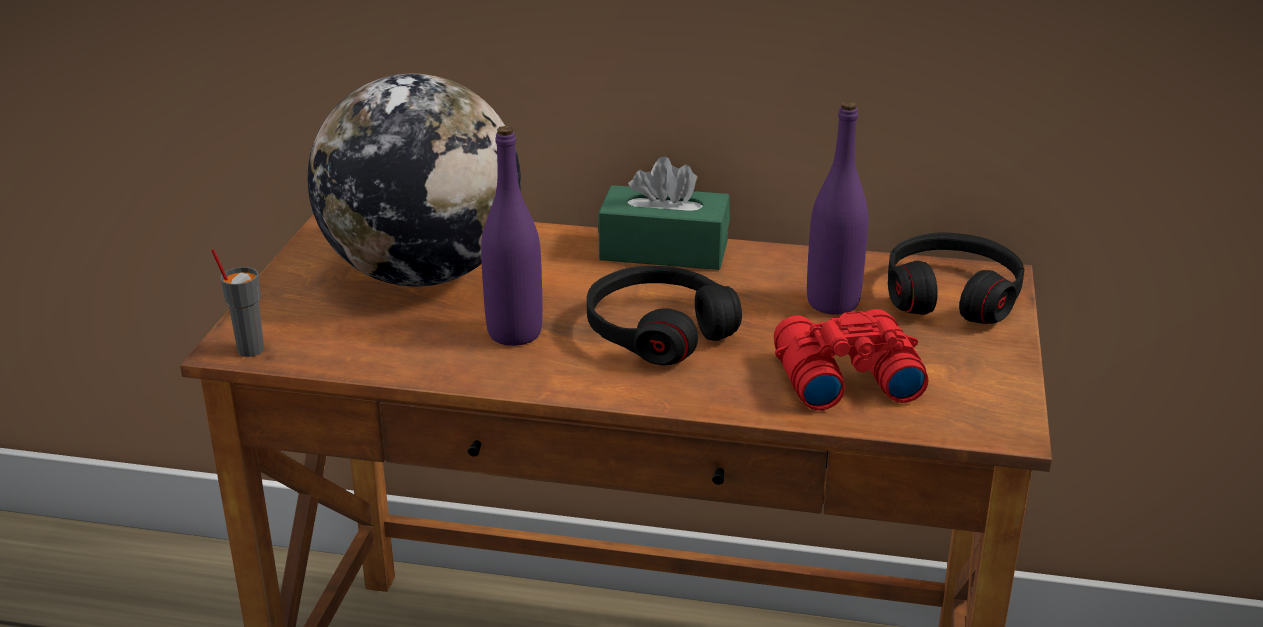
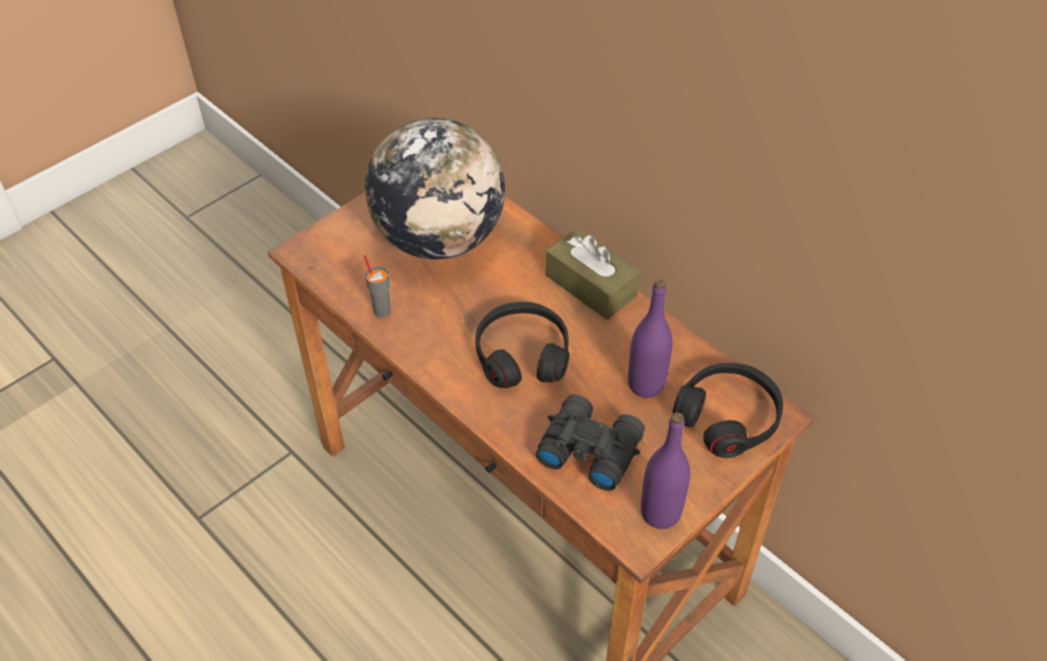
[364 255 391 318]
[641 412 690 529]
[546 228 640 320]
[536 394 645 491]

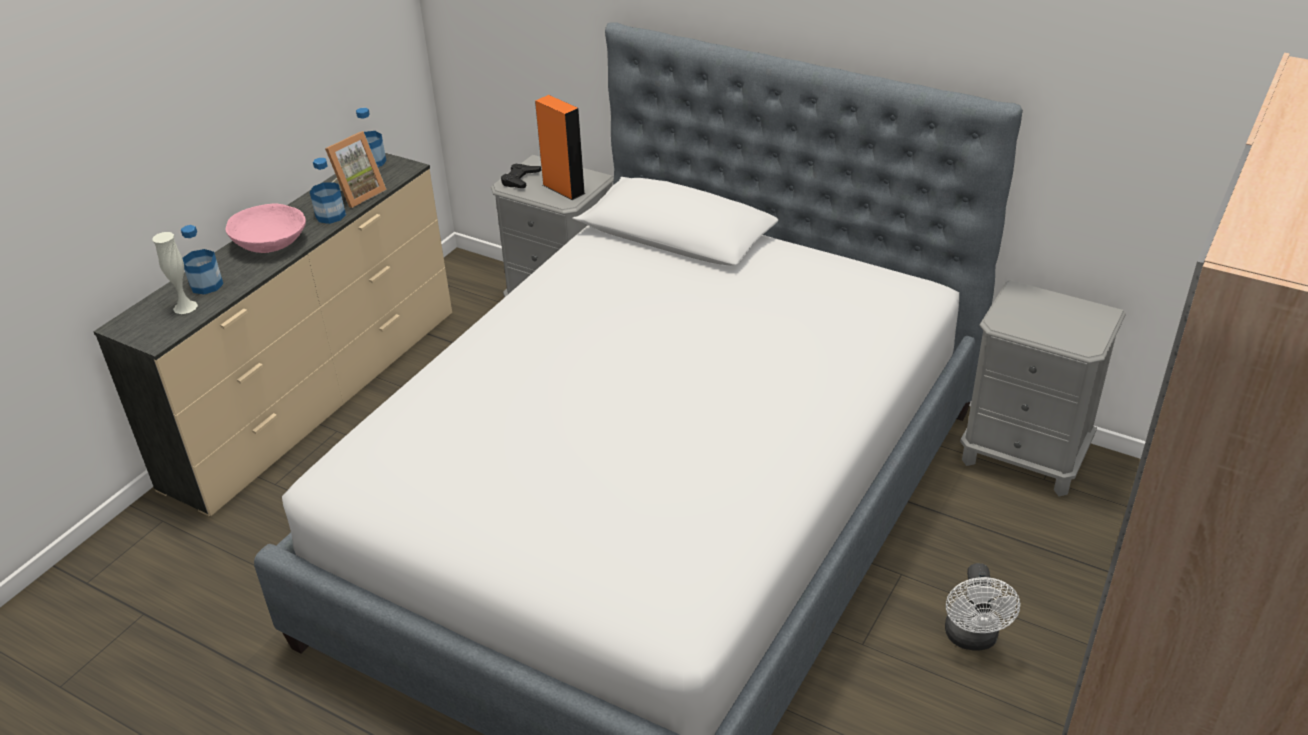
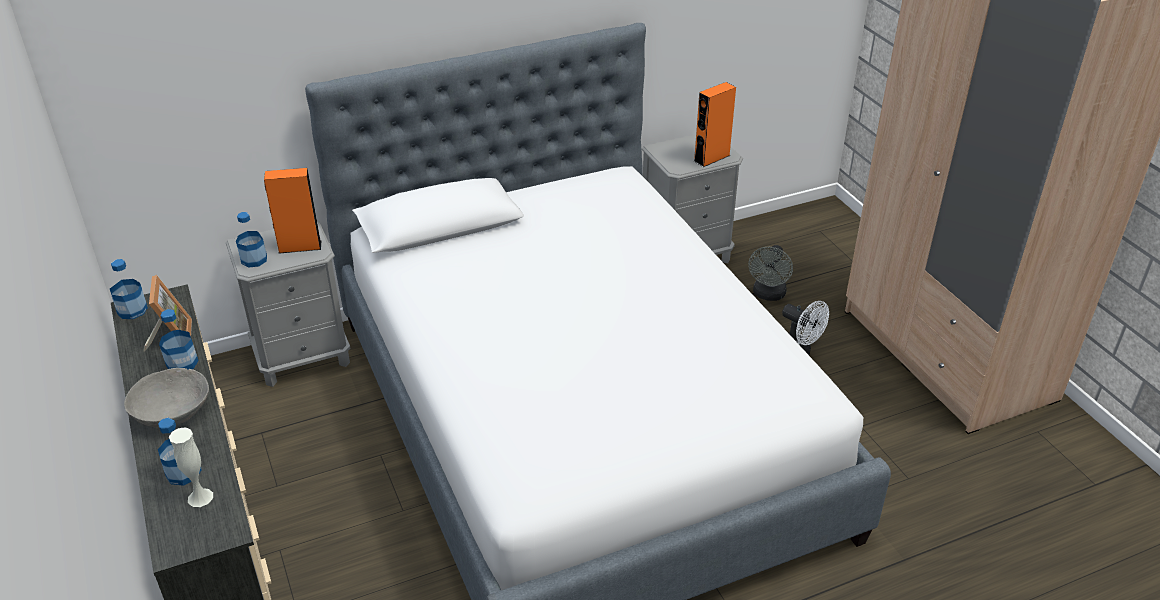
[124 368 209 428]
[236 212 267 268]
[694 82 736 167]
[749 245 793 301]

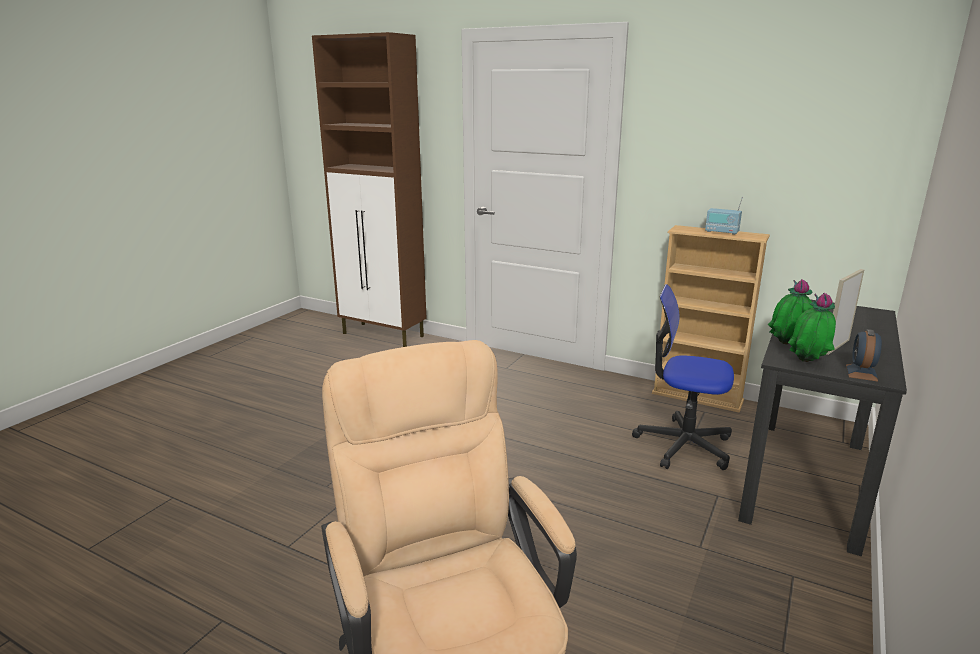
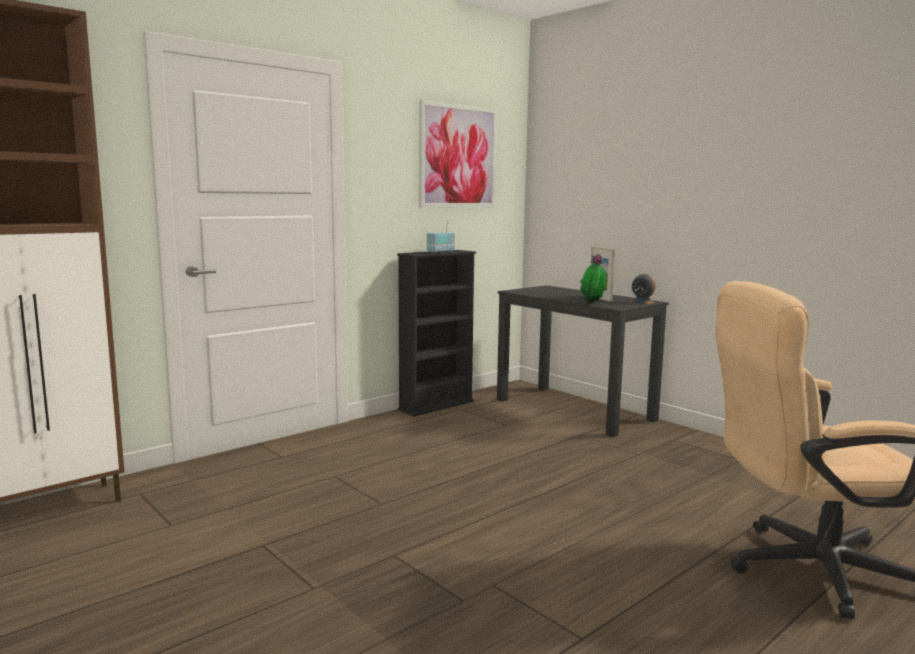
[632 284 734 470] (first image)
[397 250 476 417]
[788 293 836 362] (first image)
[419 100 497 208]

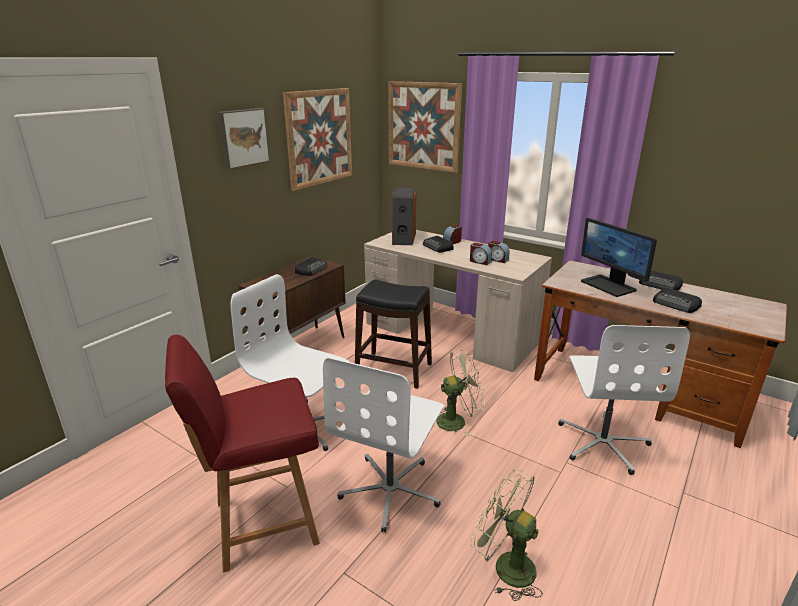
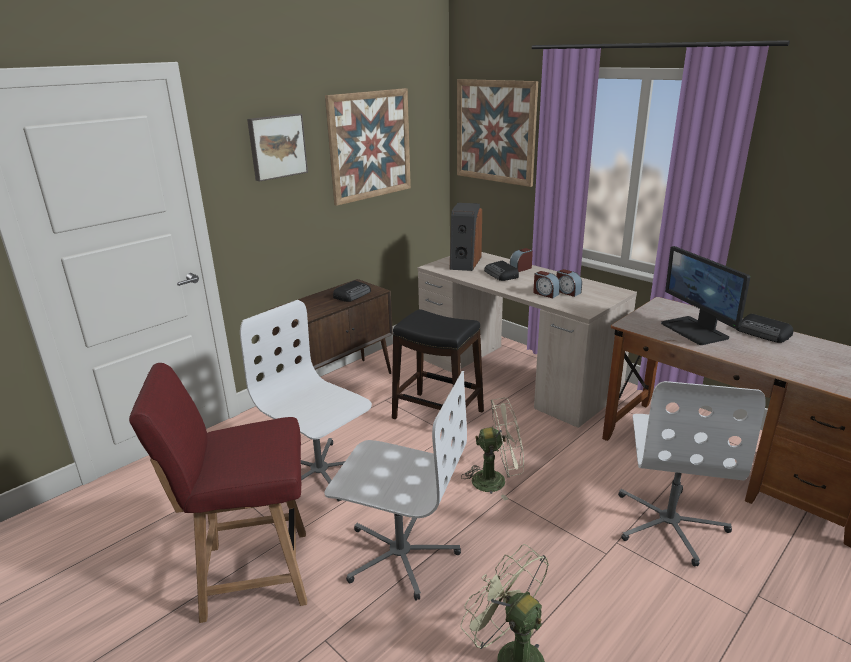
[324 371 467 601]
[653 288 702 313] (first image)

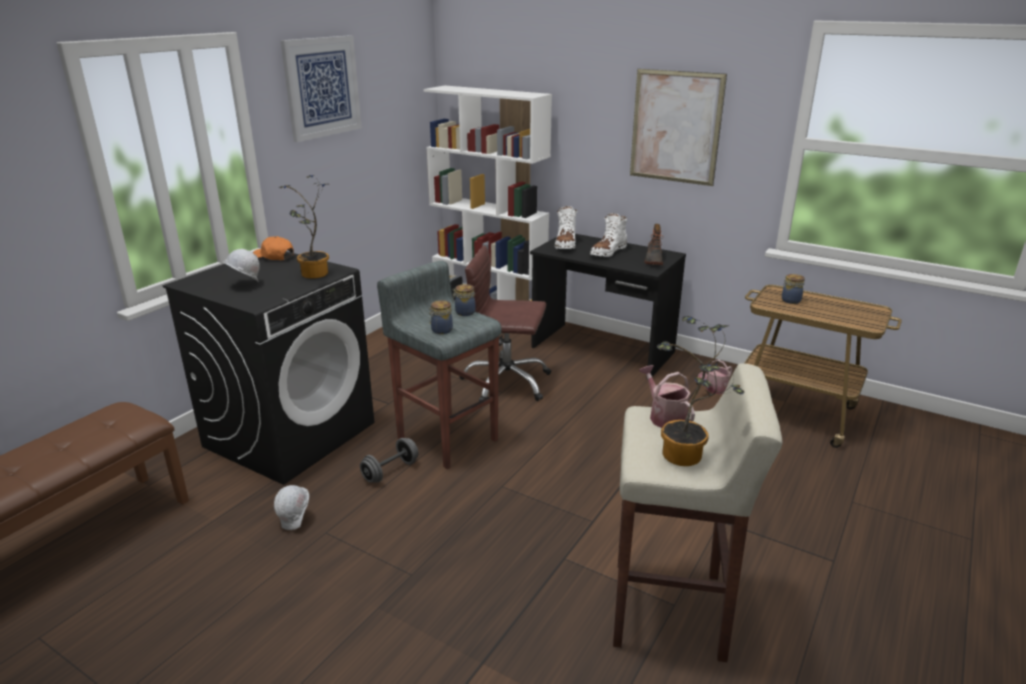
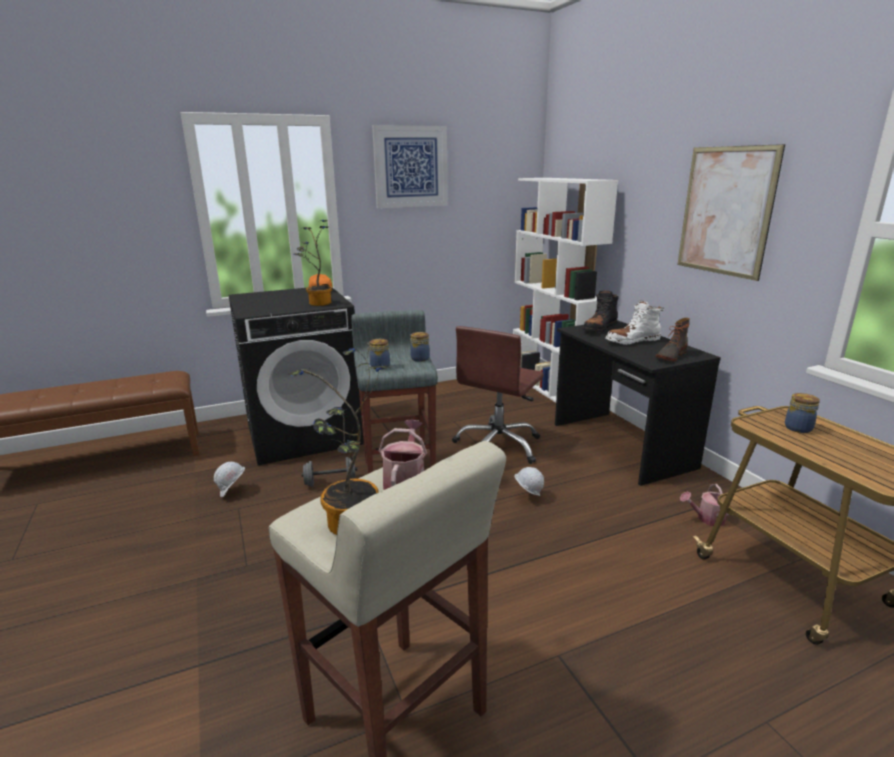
[514 467 544 496]
[452 326 544 464]
[582 290 619 332]

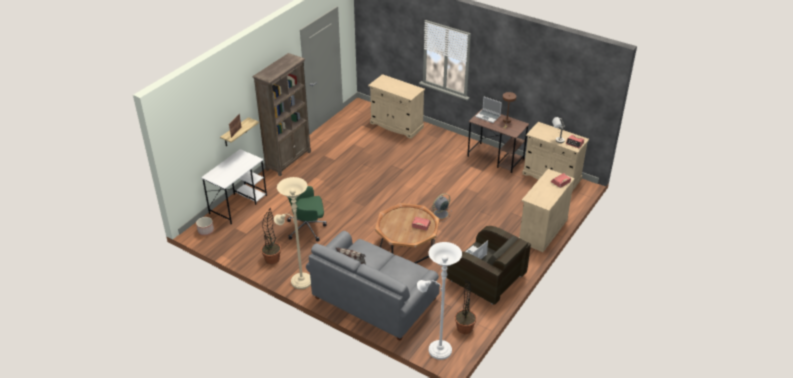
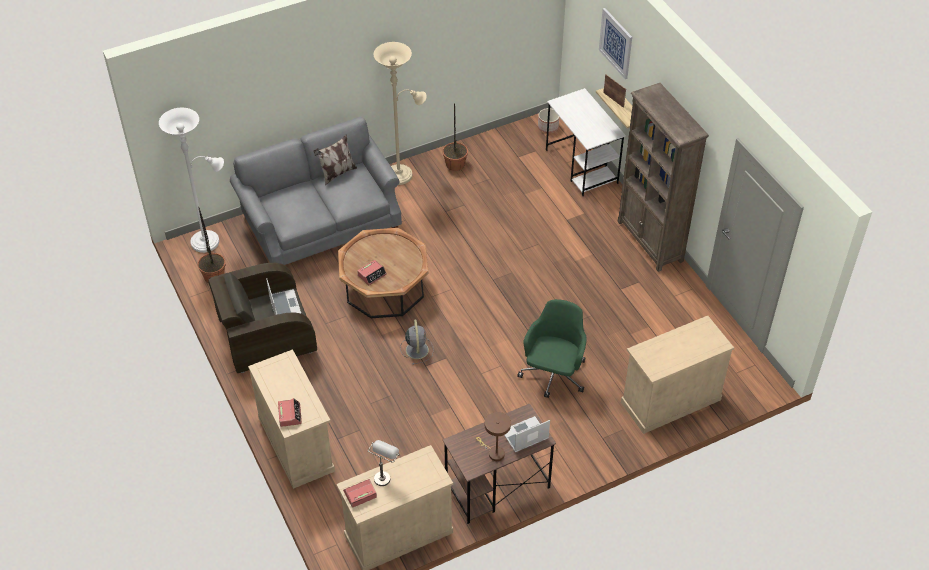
[517 299 587 398]
[599 8 632 79]

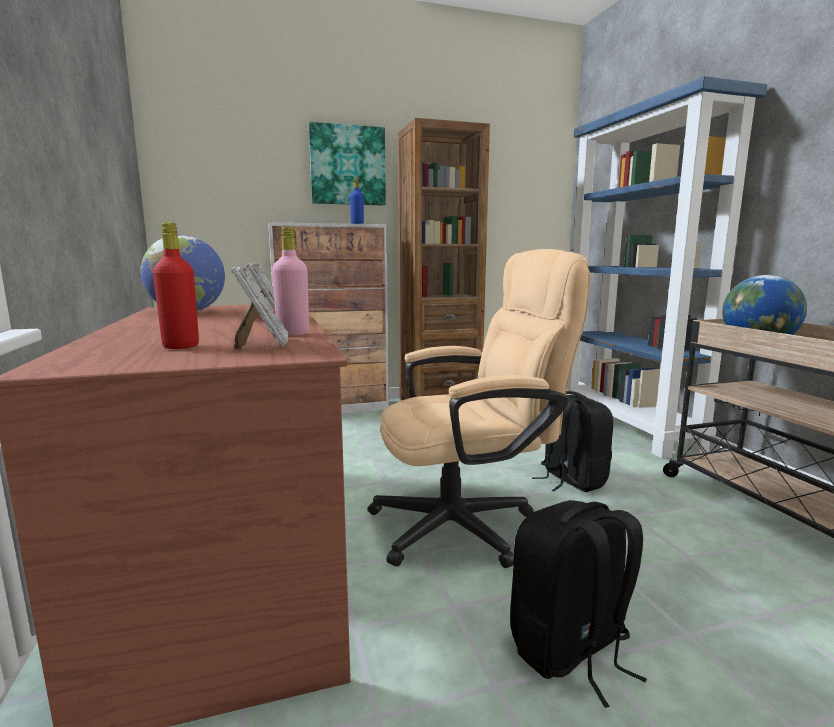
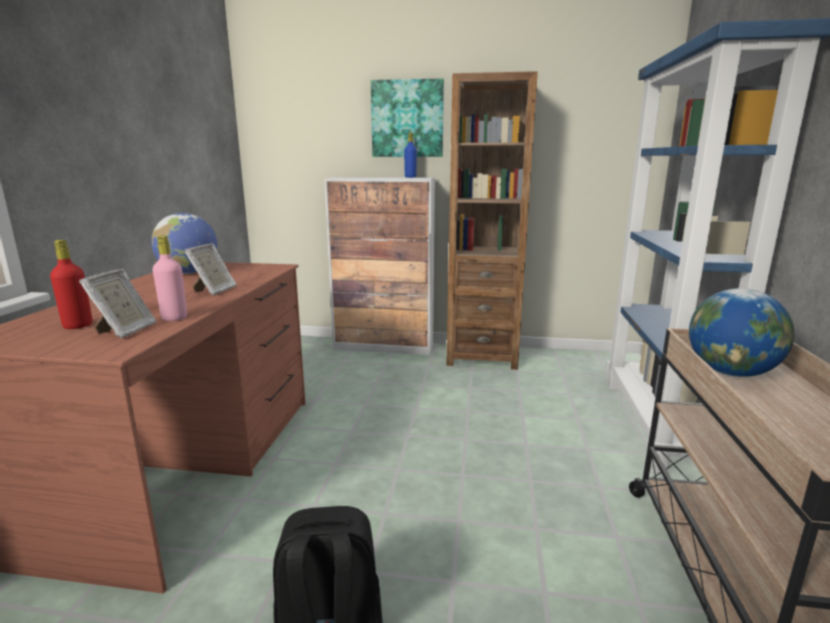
[367 249 590 568] (first image)
[532 391 613 492] (first image)

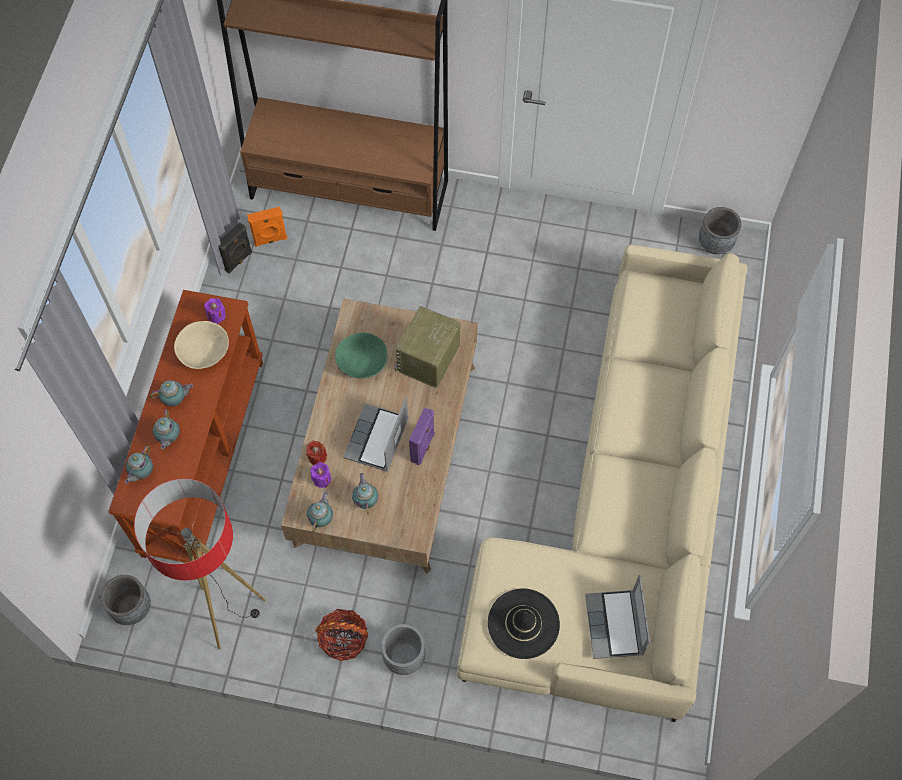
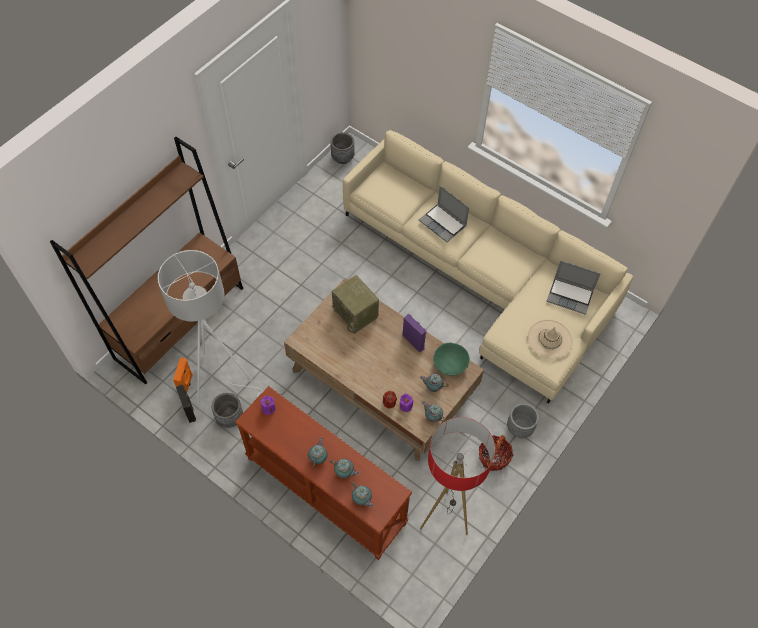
[211 393 243 428]
[174 321 229 369] (first image)
[433 343 470 376]
[419 186 469 242]
[527 319 573 359]
[158 250 263 403]

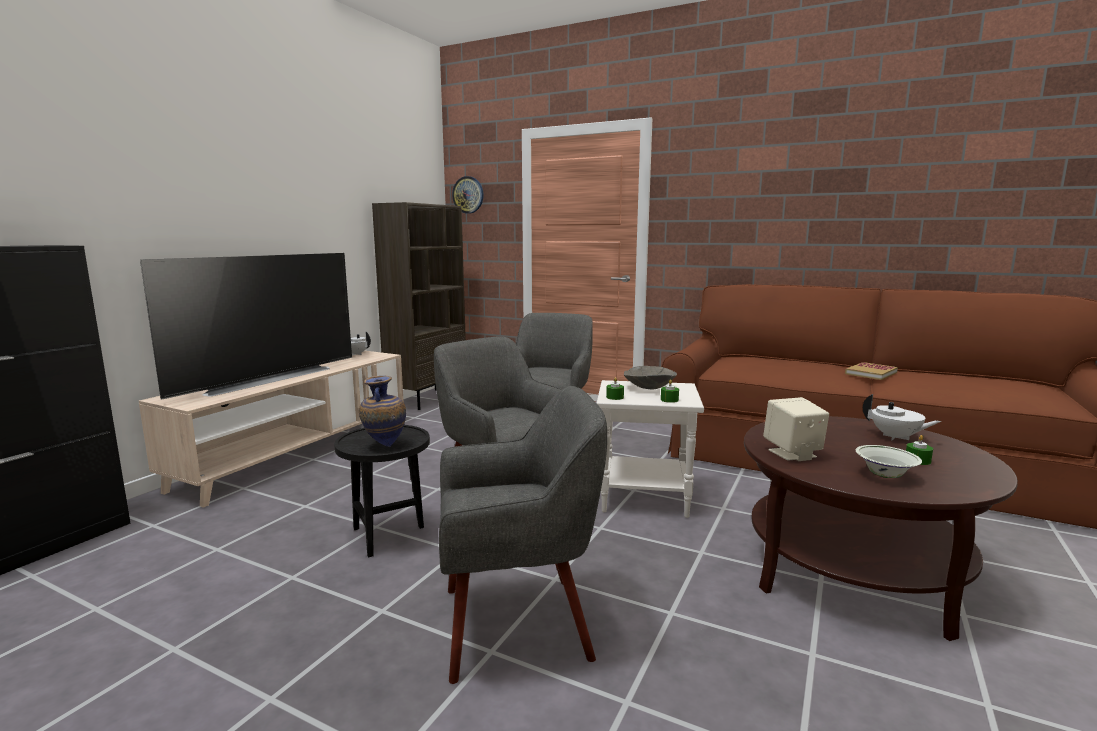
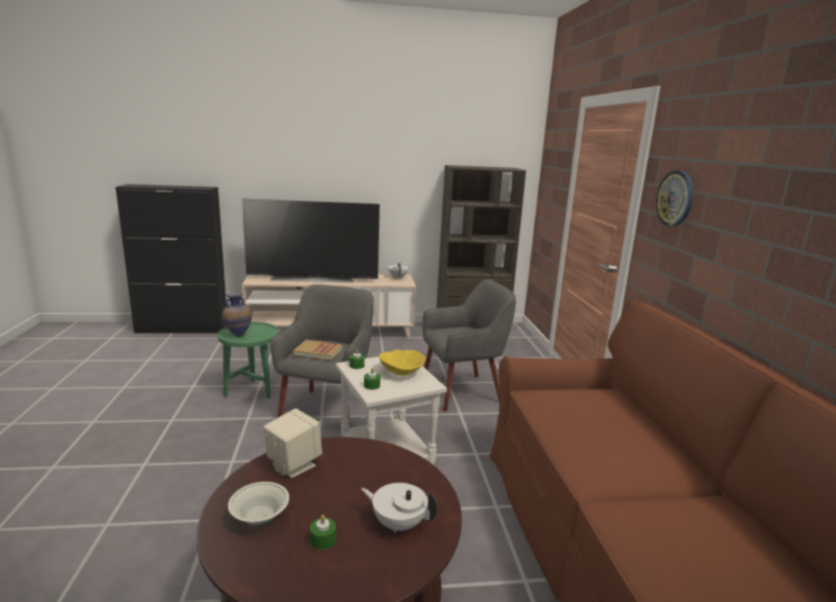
[218 322 279 399]
[439 386 607 684] (first image)
[656 170 693 226]
[379 350 425 375]
[293 340 343 361]
[361 483 438 533]

